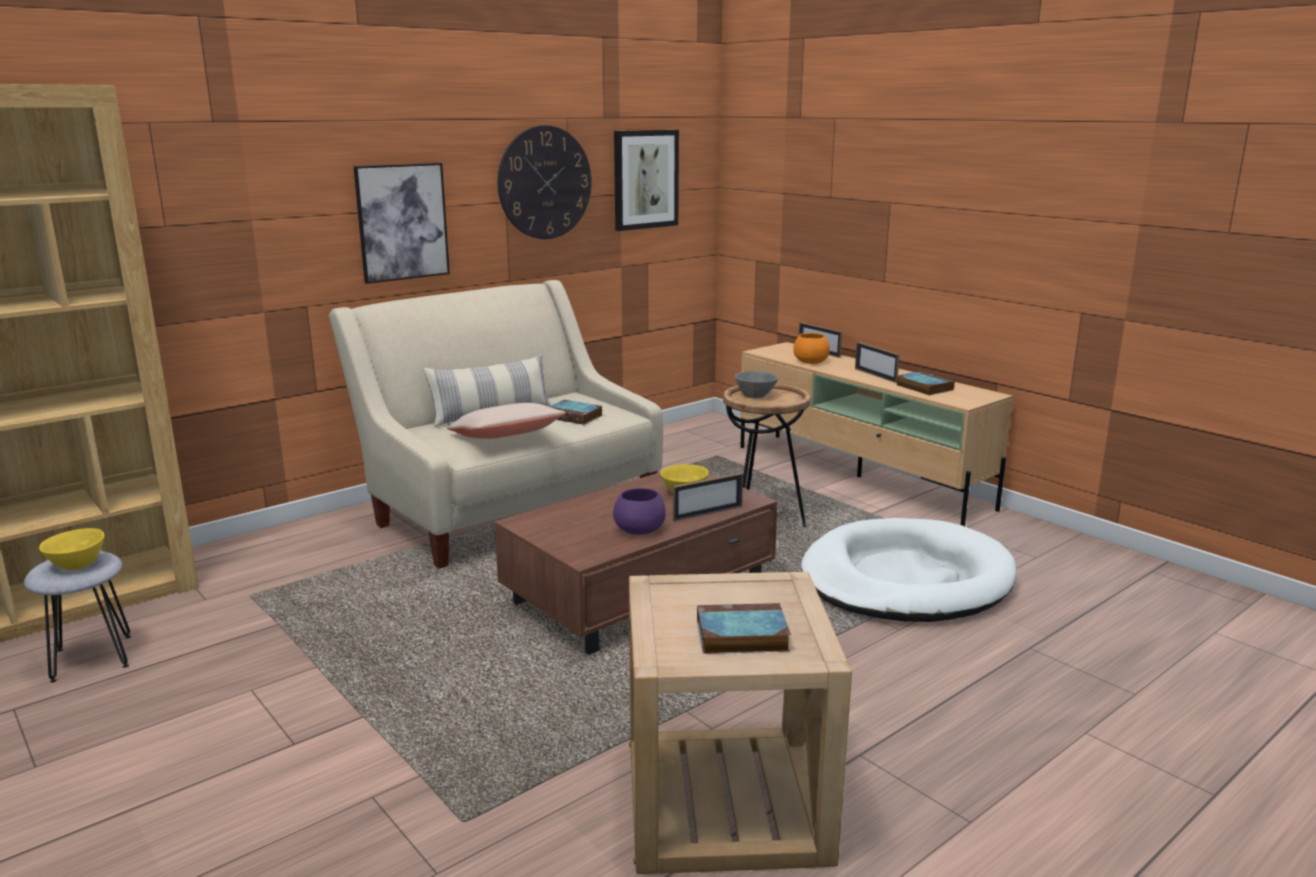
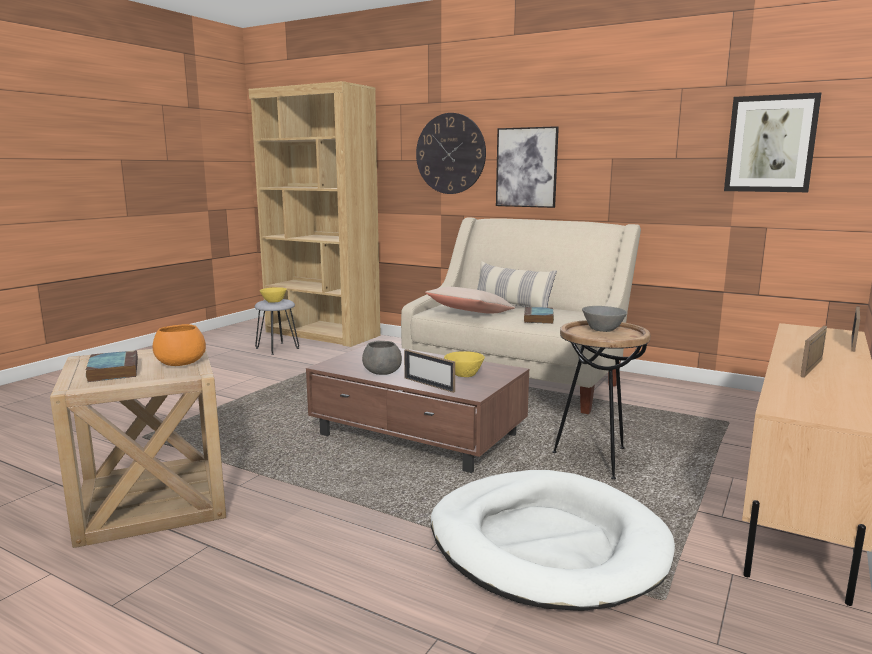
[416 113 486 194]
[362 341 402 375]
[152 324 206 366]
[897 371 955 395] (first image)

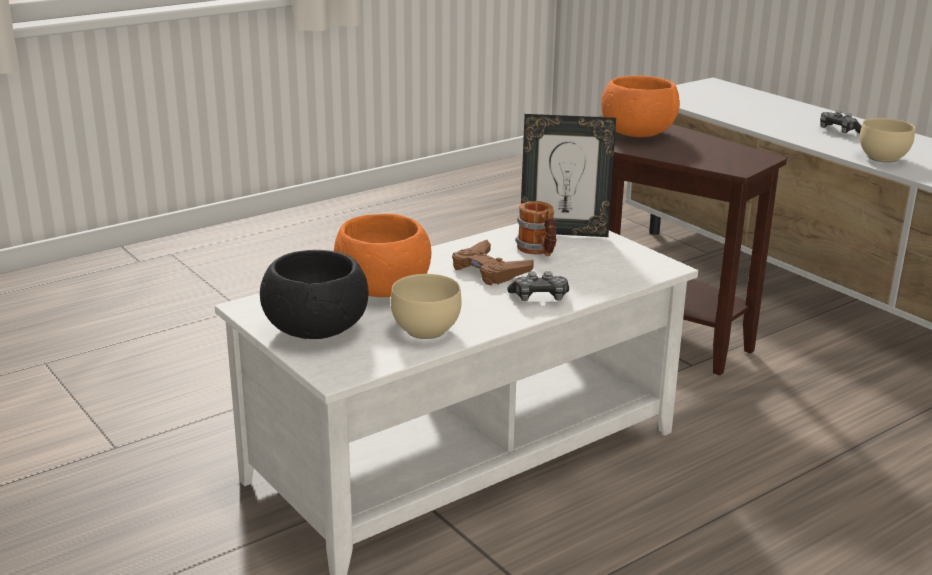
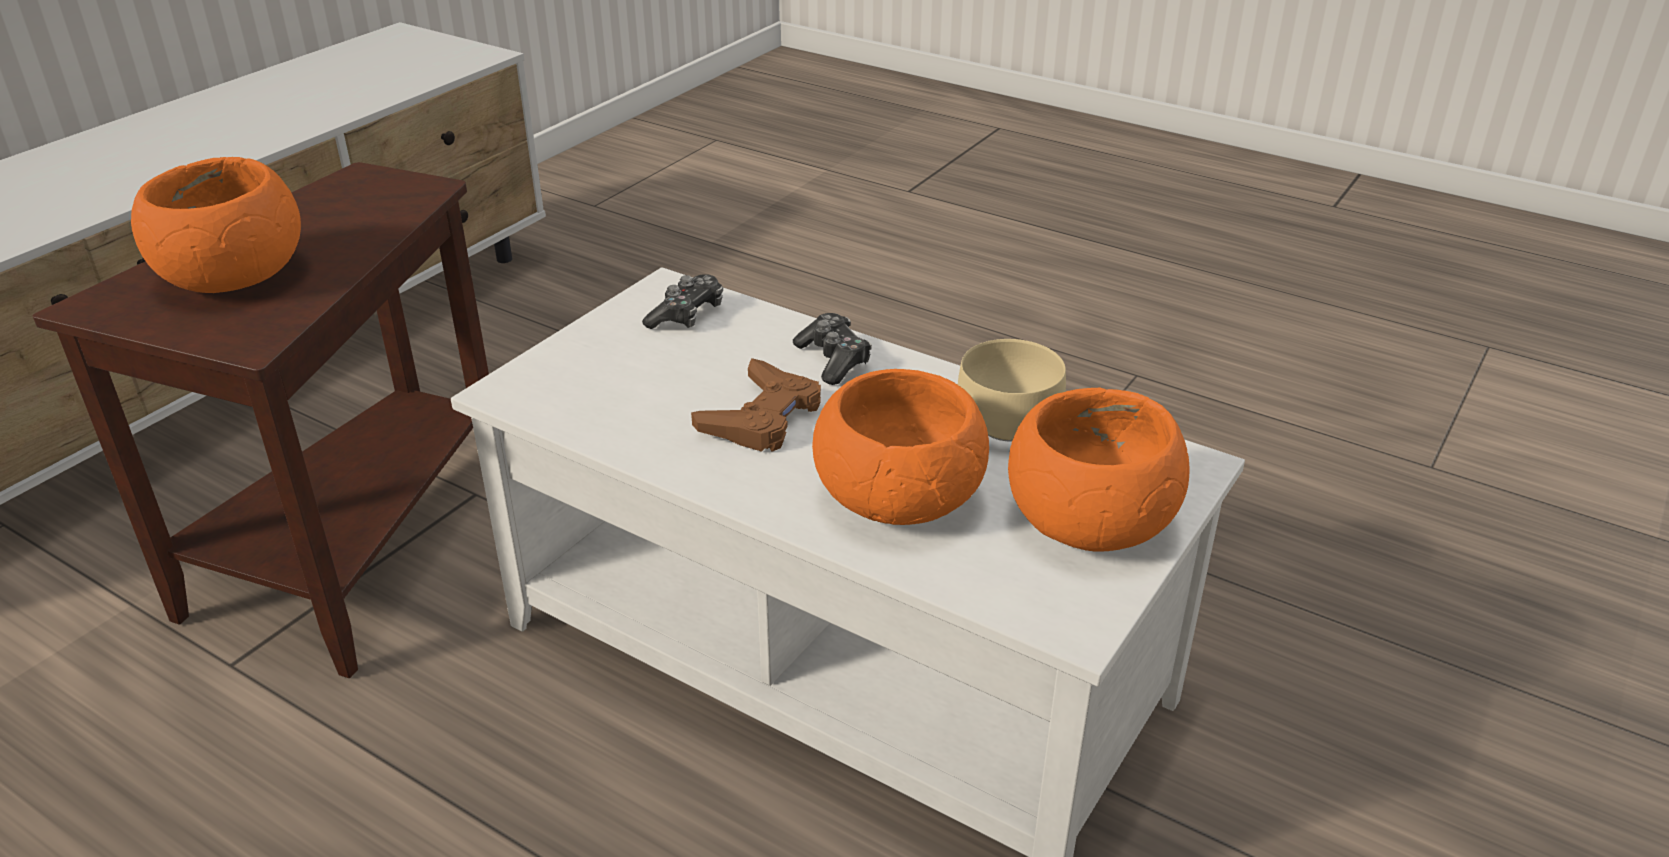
[1008 388 1190 551]
[515 201 557 256] (first image)
[521 114 616 237] (first image)
[642 274 723 329]
[860 118 915 163] (first image)

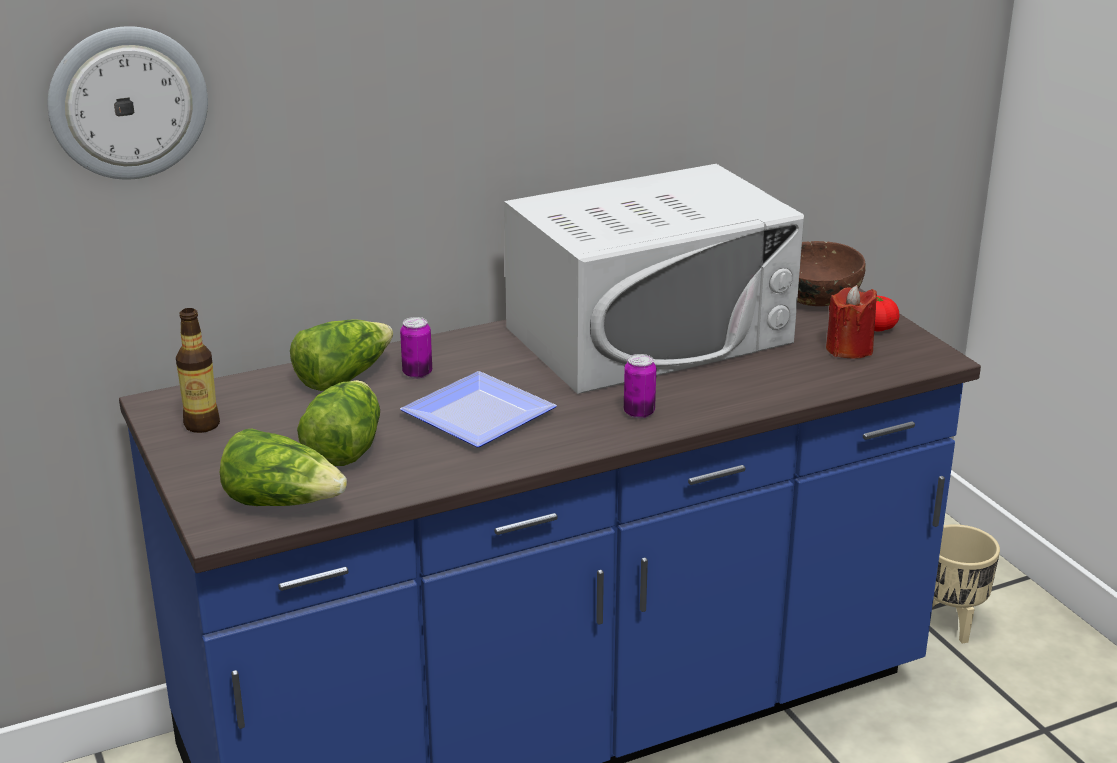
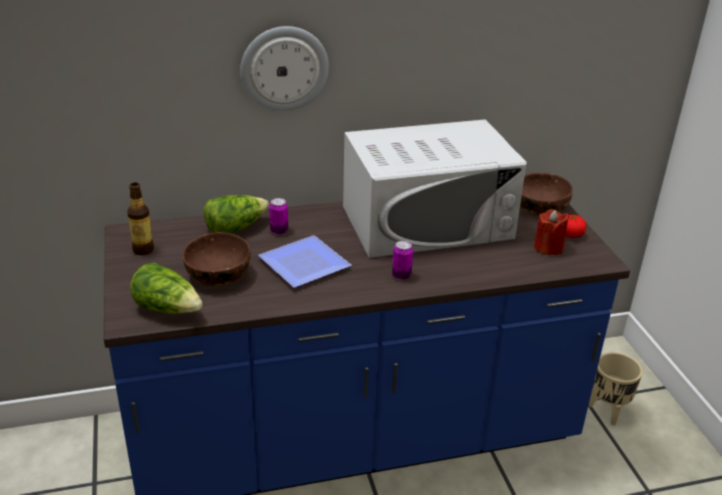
[240 26 329 111]
[182 232 251 286]

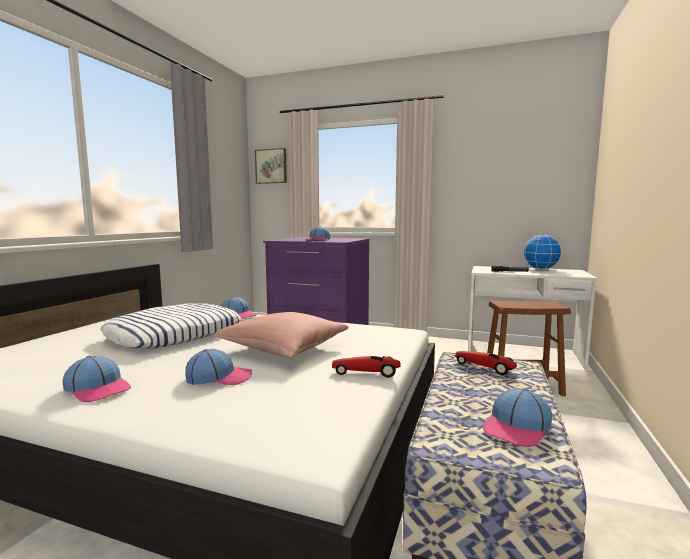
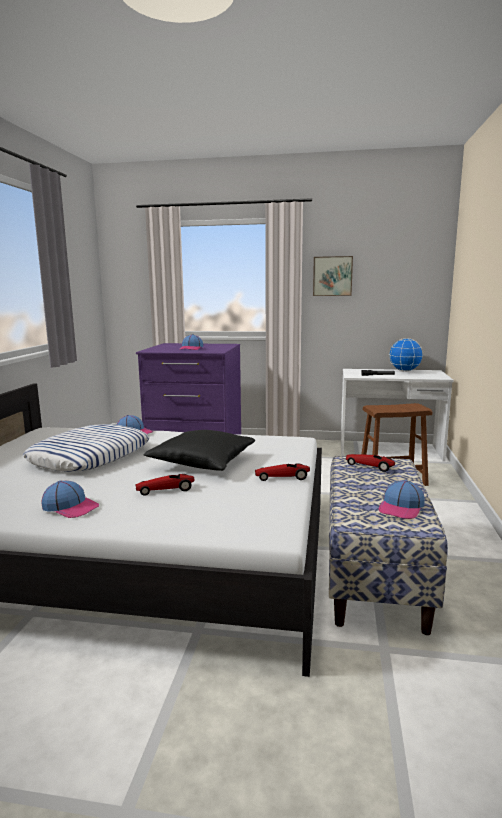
[136 474 194 496]
[144 430 255 471]
[313 256 353 296]

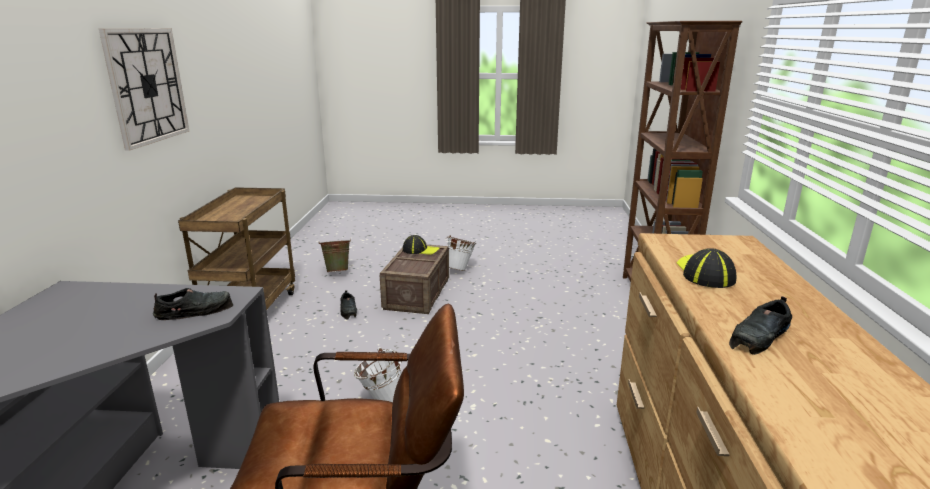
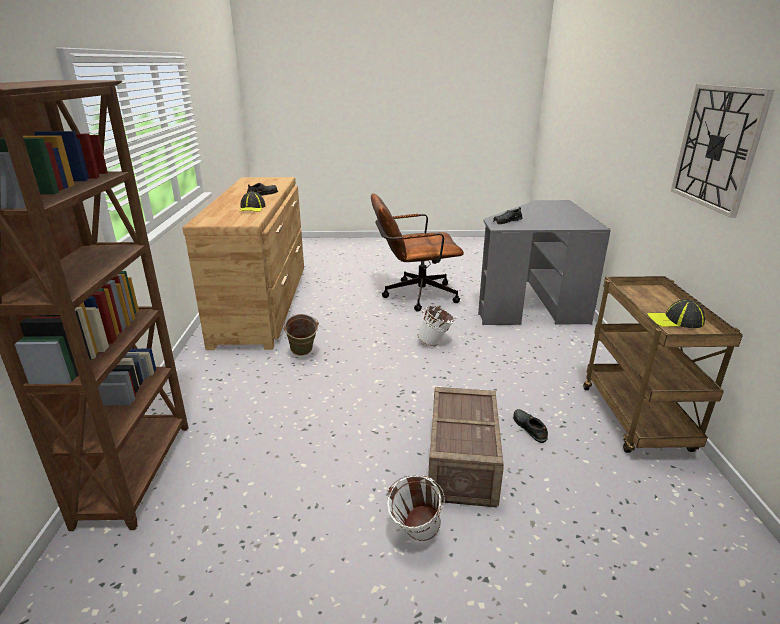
[283 314 319 356]
[647 299 705 328]

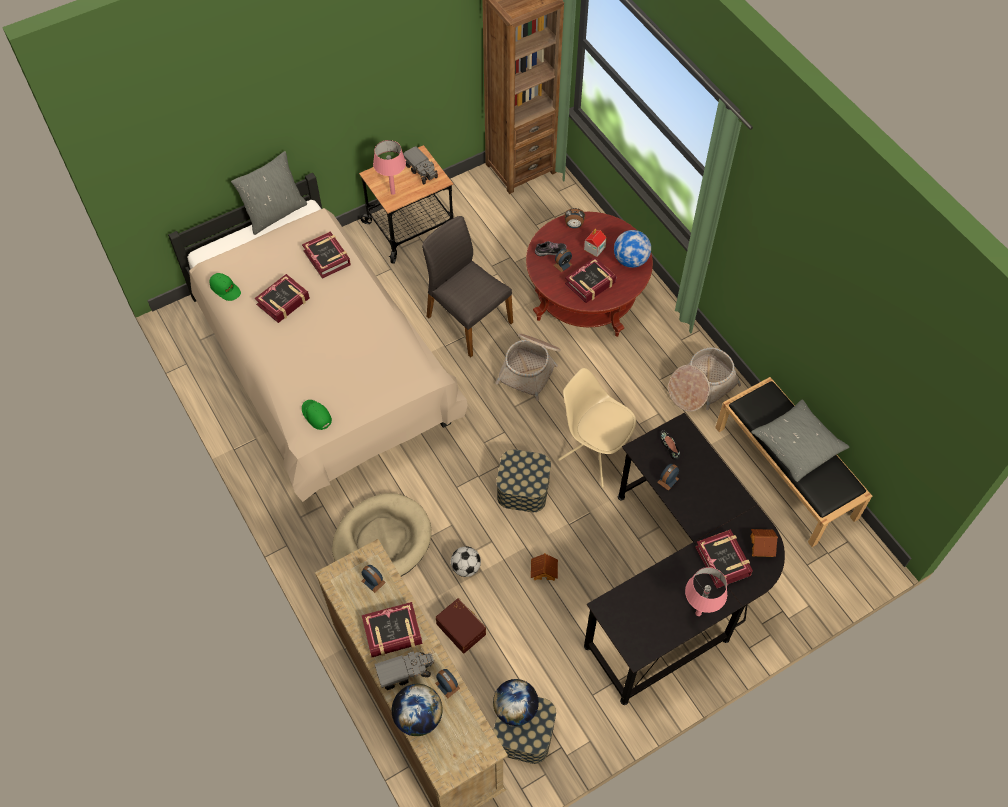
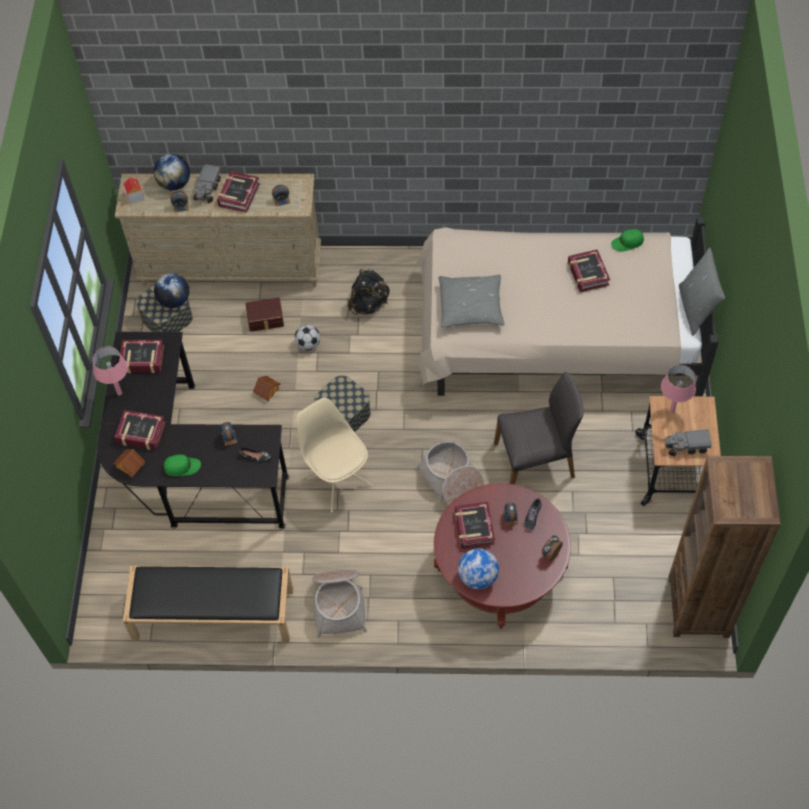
[119 340 164 373]
[164 454 201 476]
[348 269 390 315]
[297 398 373 513]
[123 178 145 204]
[439 275 505 328]

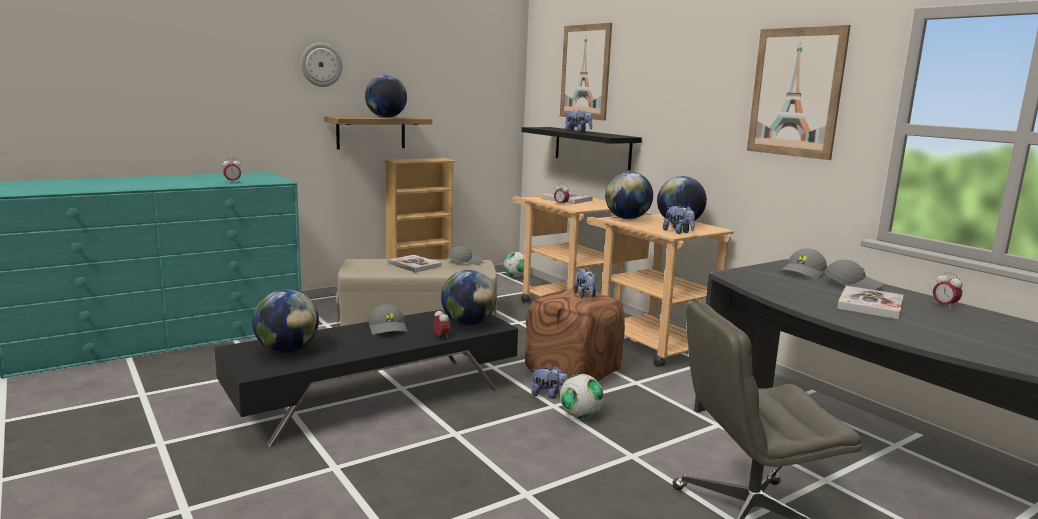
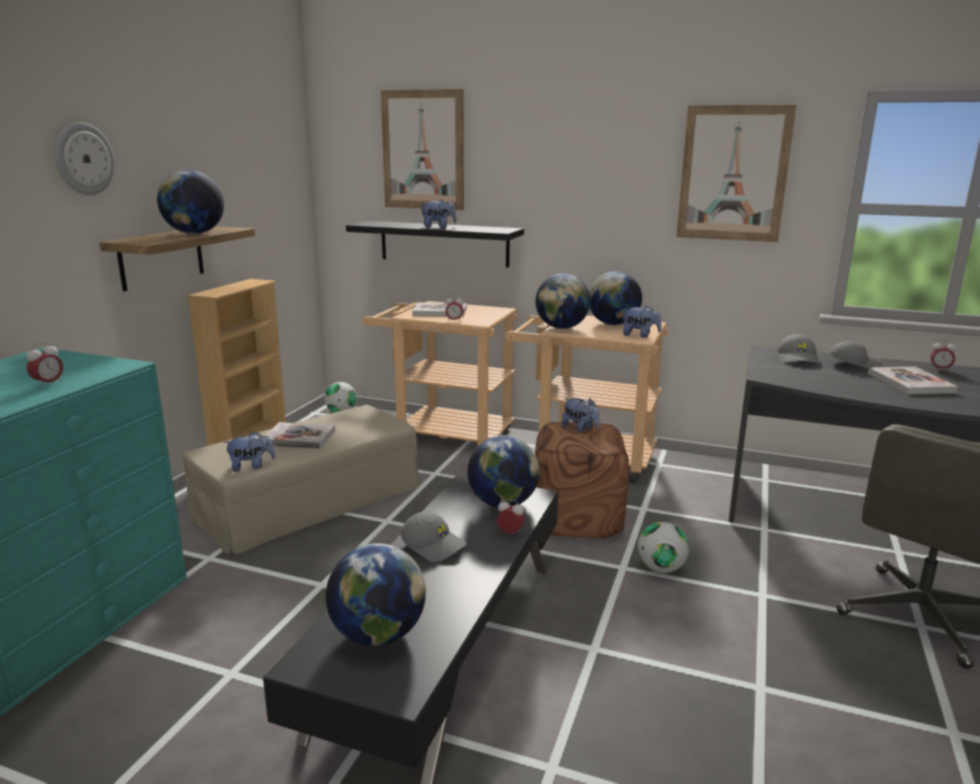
[447 246 483 265] (first image)
[224 431 276 472]

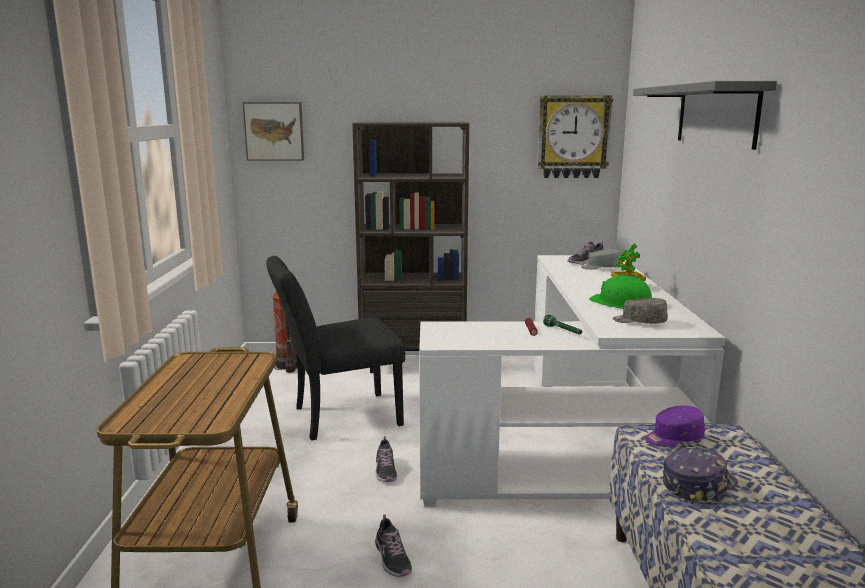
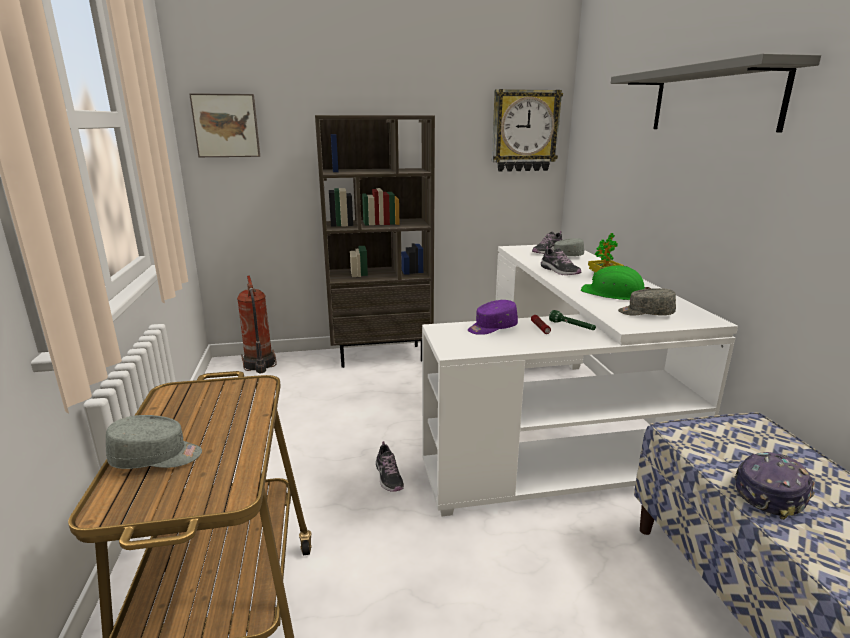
[266 256 405 441] (first image)
[541 246 581 275]
[468 300 518 335]
[106 415 202 469]

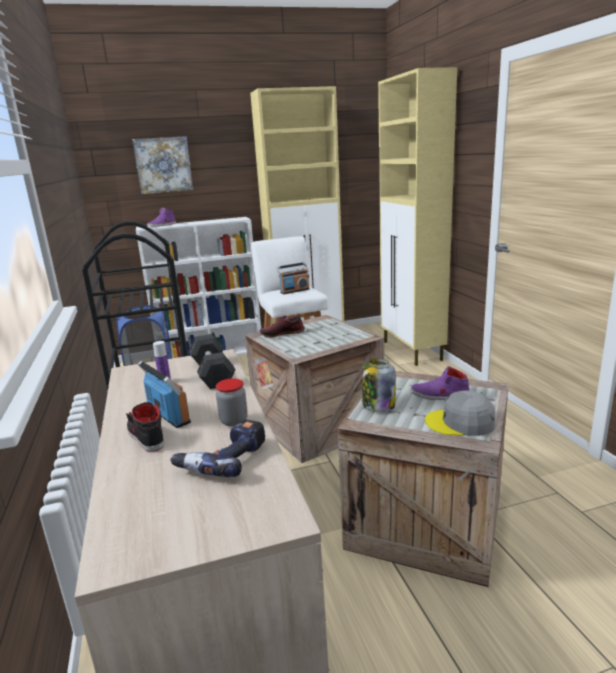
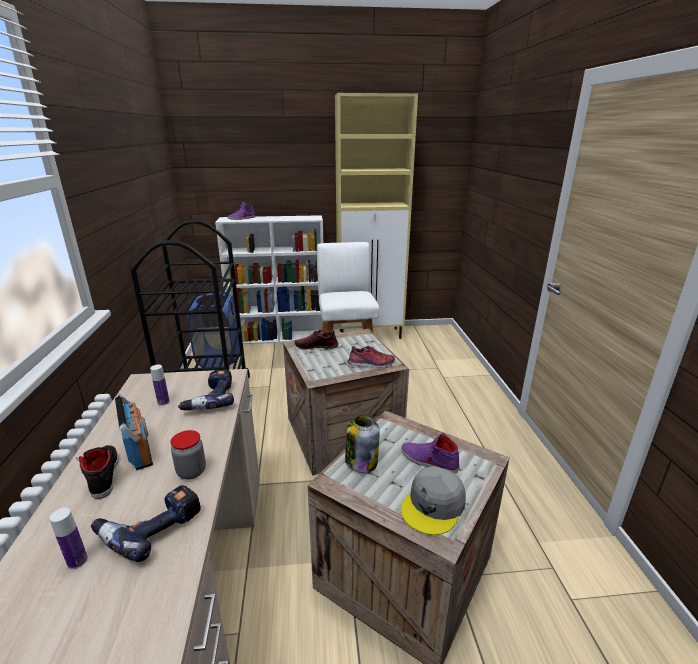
[132 136 194 194] (first image)
[178 369 234 410]
[277 262 310 294] (first image)
[378 67 457 366] (first image)
[401 466 466 535]
[49 508 88 569]
[348 346 395 368]

